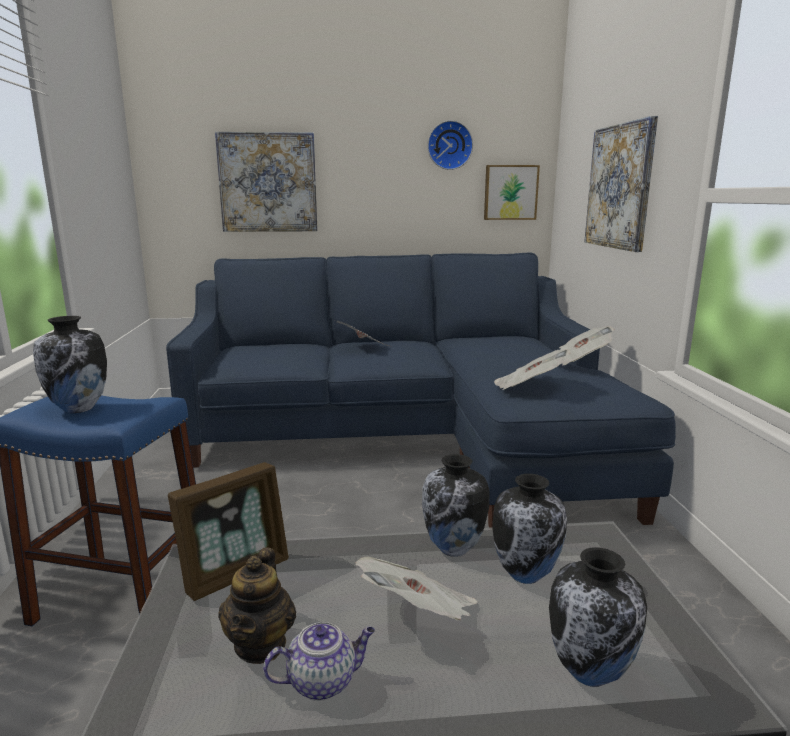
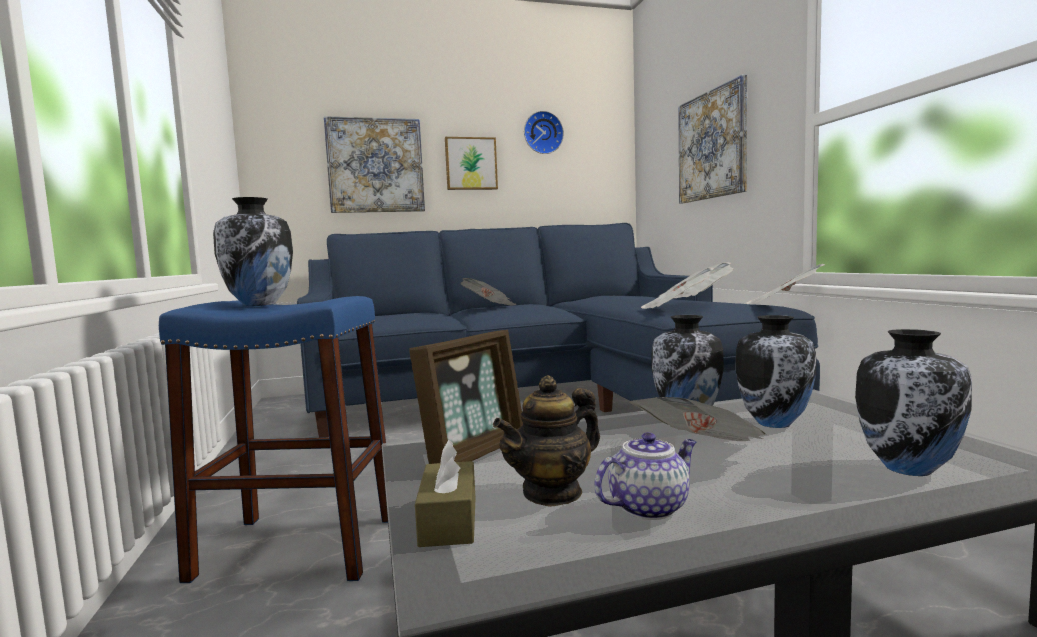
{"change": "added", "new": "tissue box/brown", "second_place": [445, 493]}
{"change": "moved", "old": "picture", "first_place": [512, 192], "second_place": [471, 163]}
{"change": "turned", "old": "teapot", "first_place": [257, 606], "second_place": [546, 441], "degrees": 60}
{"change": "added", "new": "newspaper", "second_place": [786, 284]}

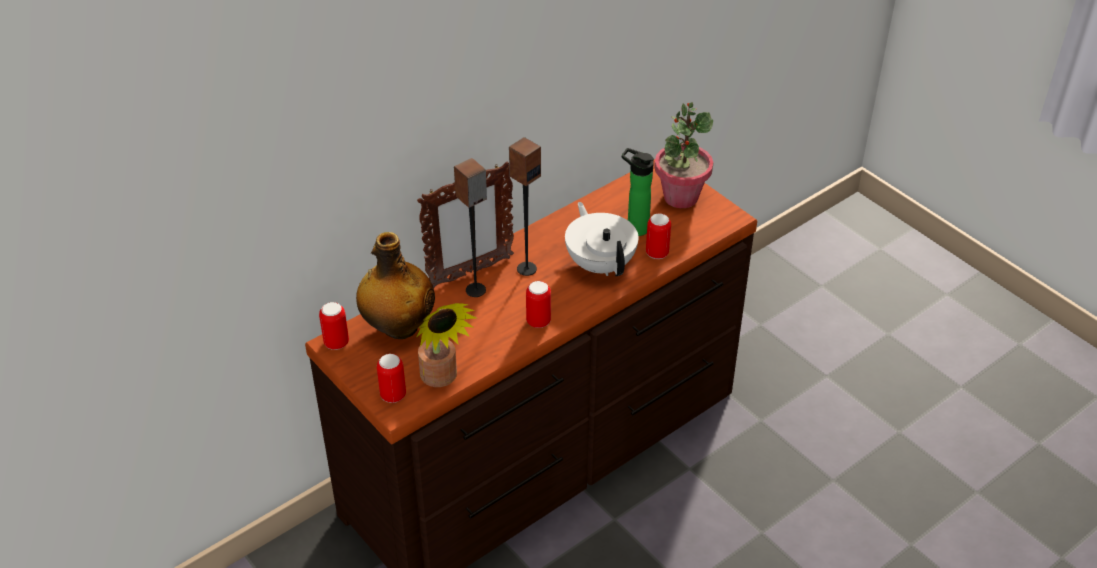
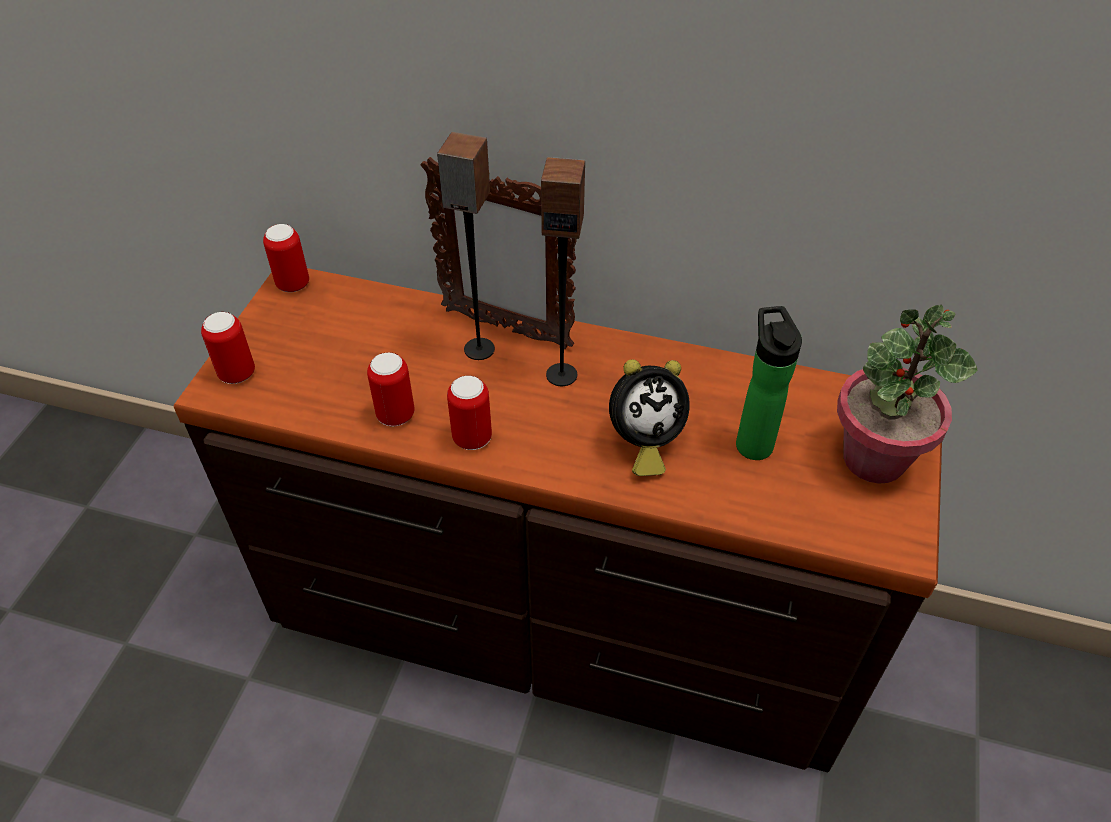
{"change": "moved", "old": "can", "first_place": [658, 236], "second_place": [391, 389]}
{"change": "replaced", "old": "teapot/white", "new": "alarm clock", "first_place": [601, 239], "second_place": [649, 417]}
{"change": "removed", "old": "bottle", "first_place": [395, 285]}
{"change": "removed", "old": "potted plant", "first_place": [446, 345]}

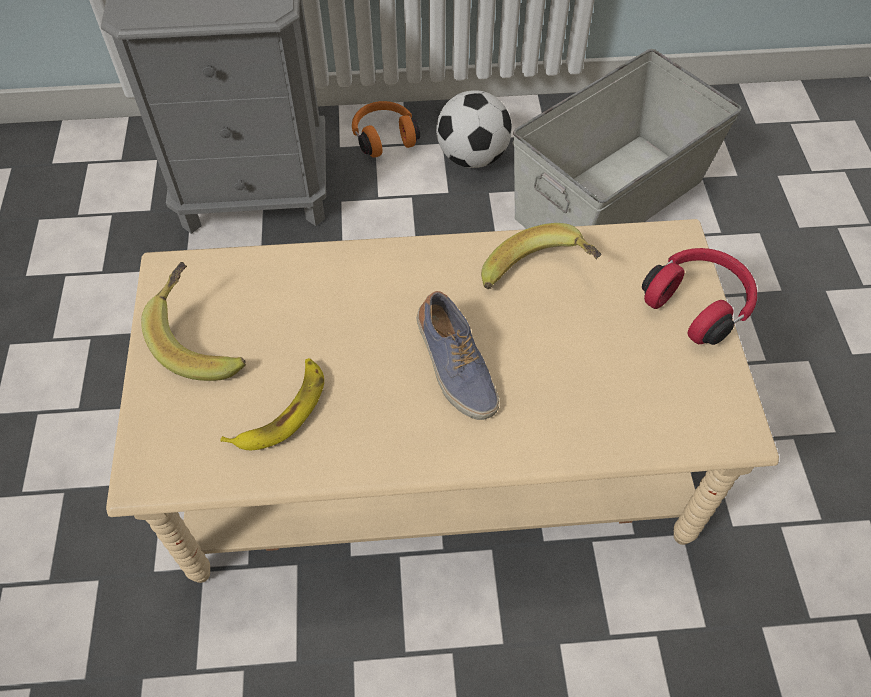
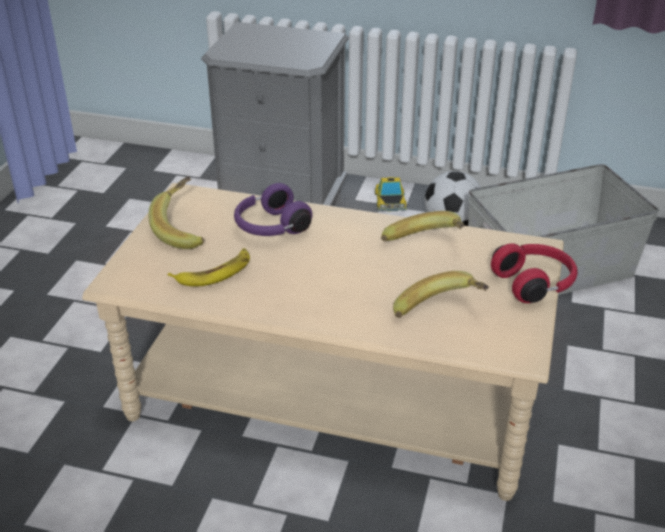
{"change": "added", "new": "headphones/purple", "second_place": [273, 209]}
{"change": "replaced", "old": "headphones/orange", "new": "toy car", "first_place": [386, 129], "second_place": [391, 194]}
{"change": "added", "new": "banana", "second_place": [441, 294]}
{"change": "removed", "old": "shoe", "first_place": [458, 355]}

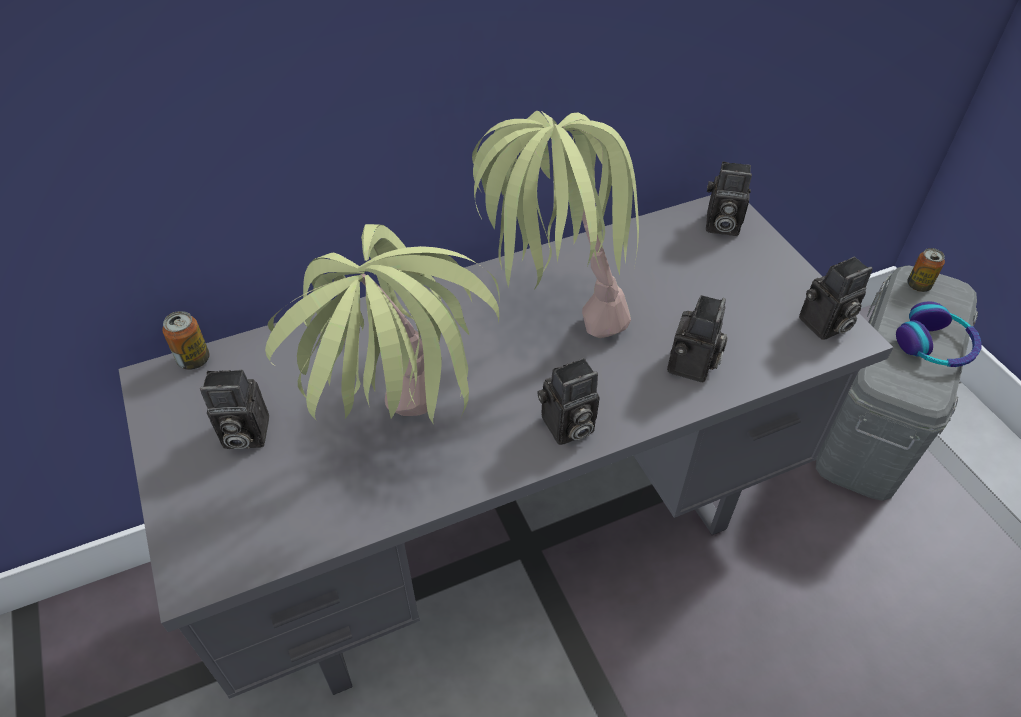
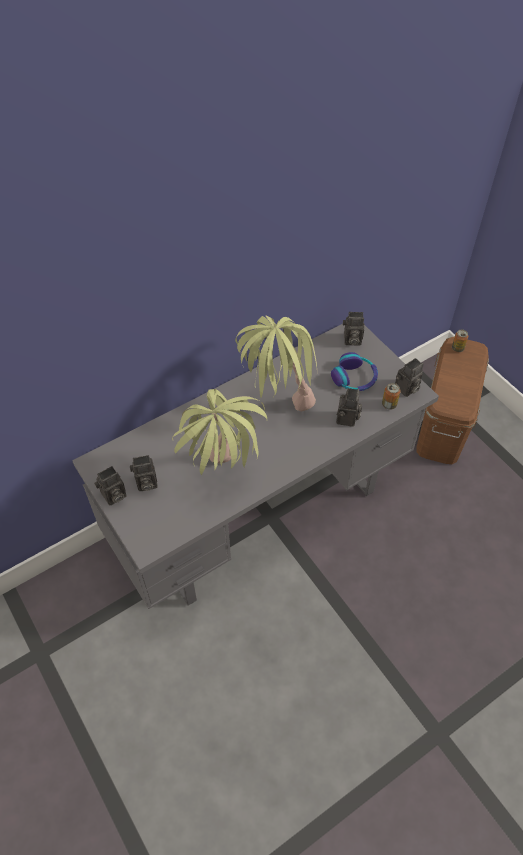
{"change": "moved", "old": "photo camera", "first_place": [569, 401], "second_place": [110, 485]}
{"change": "moved", "old": "headphones", "first_place": [939, 334], "second_place": [354, 371]}
{"change": "moved", "old": "can", "first_place": [186, 340], "second_place": [391, 396]}
{"change": "recoloured", "old": "storage box/grey", "new": "storage box/brown", "first_place": [897, 383], "second_place": [453, 400]}

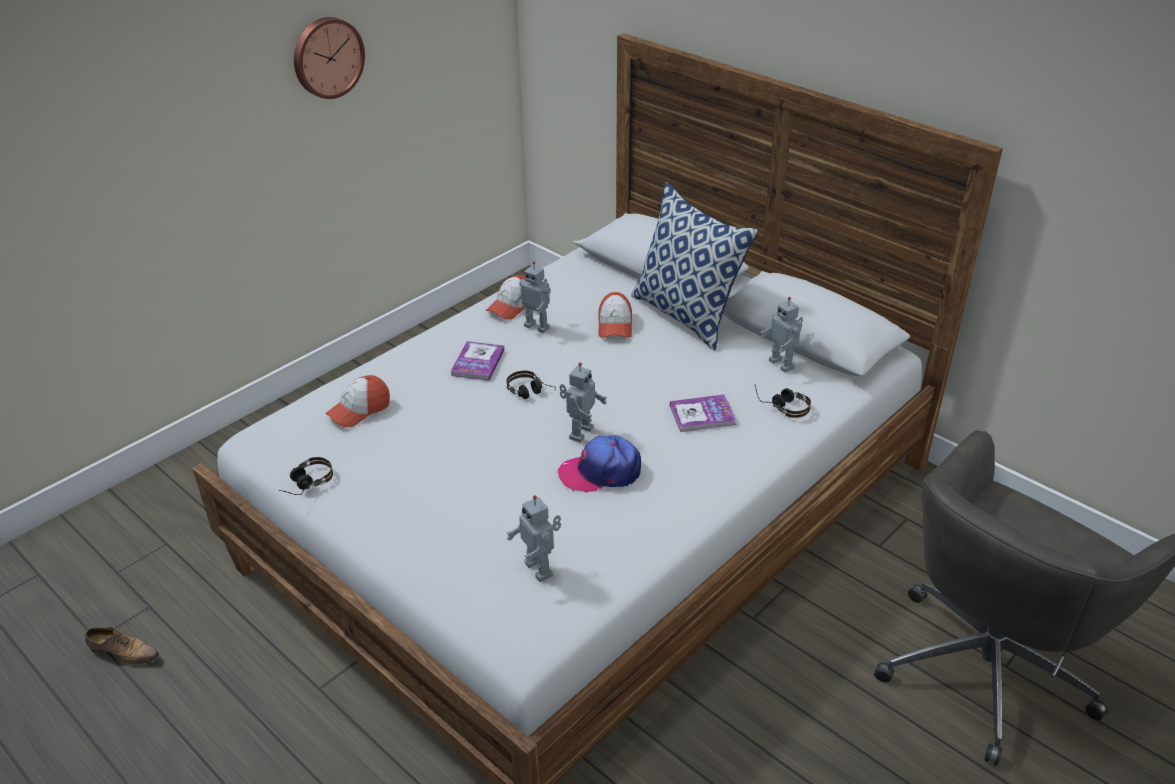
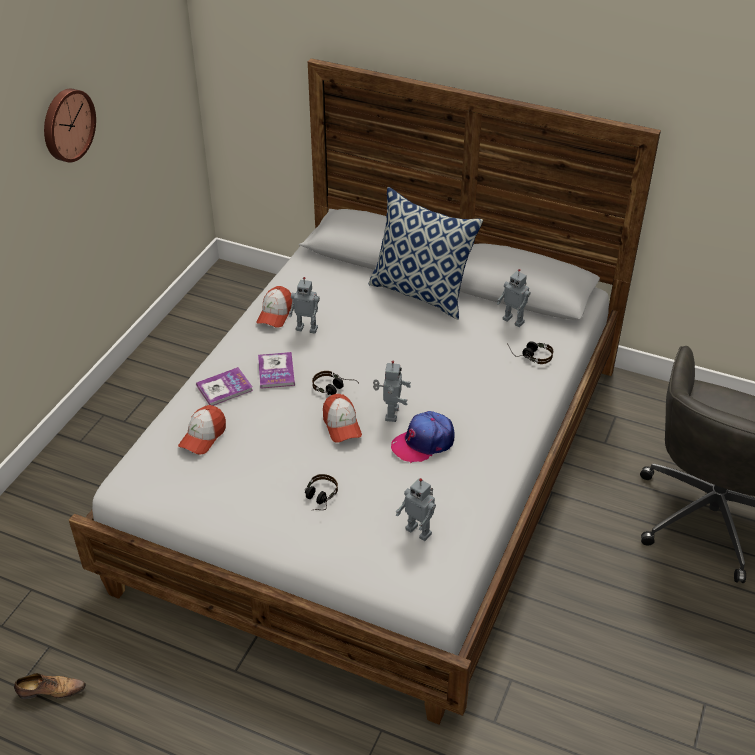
{"change": "moved", "old": "book", "first_place": [703, 413], "second_place": [224, 386]}
{"change": "moved", "old": "headphones", "first_place": [306, 476], "second_place": [321, 492]}
{"change": "moved", "old": "cap", "first_place": [615, 315], "second_place": [342, 418]}

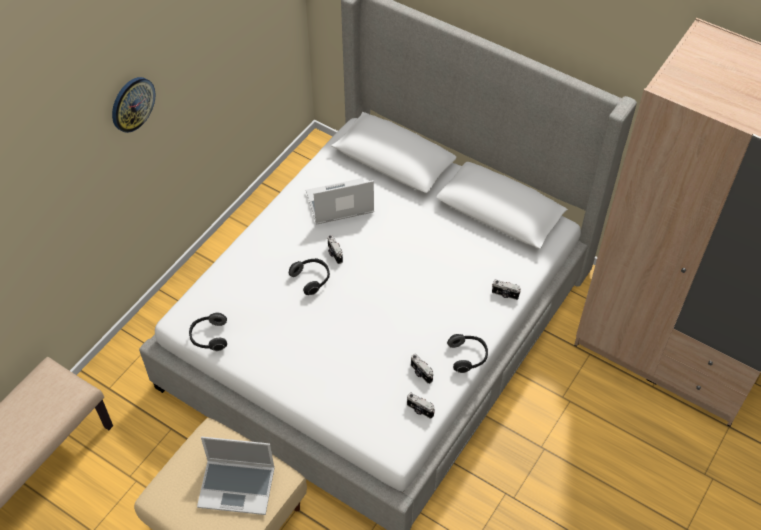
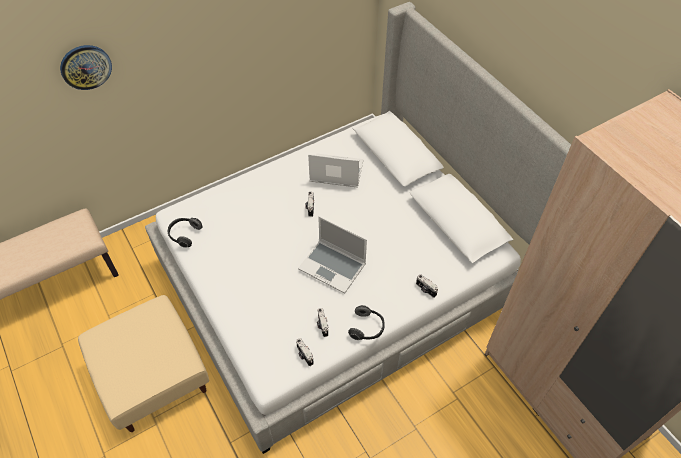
{"change": "moved", "old": "wall clock", "first_place": [133, 105], "second_place": [86, 67]}
{"change": "moved", "old": "laptop", "first_place": [236, 475], "second_place": [332, 255]}
{"change": "removed", "old": "headphones", "first_place": [309, 276]}

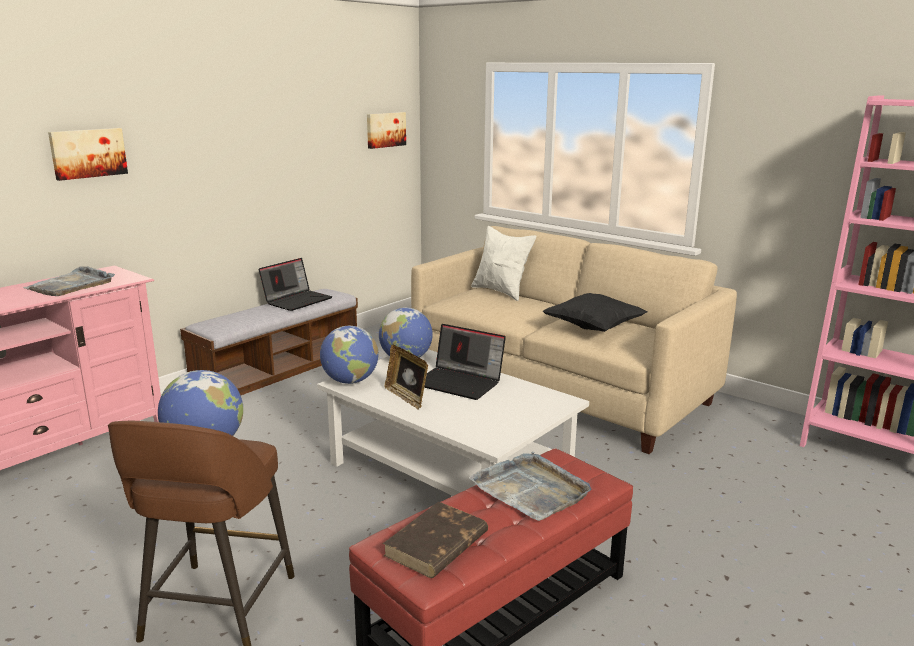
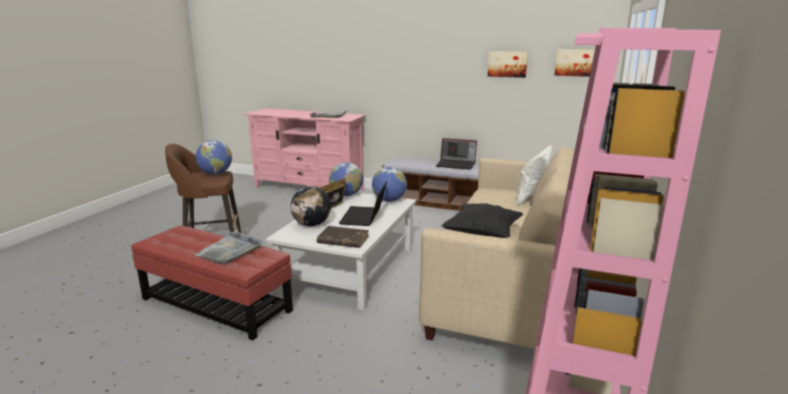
{"change": "added", "new": "globe", "second_place": [311, 206]}
{"change": "moved", "old": "book/brown", "first_place": [435, 539], "second_place": [343, 237]}
{"change": "moved", "old": "picture", "first_place": [88, 154], "second_place": [508, 64]}

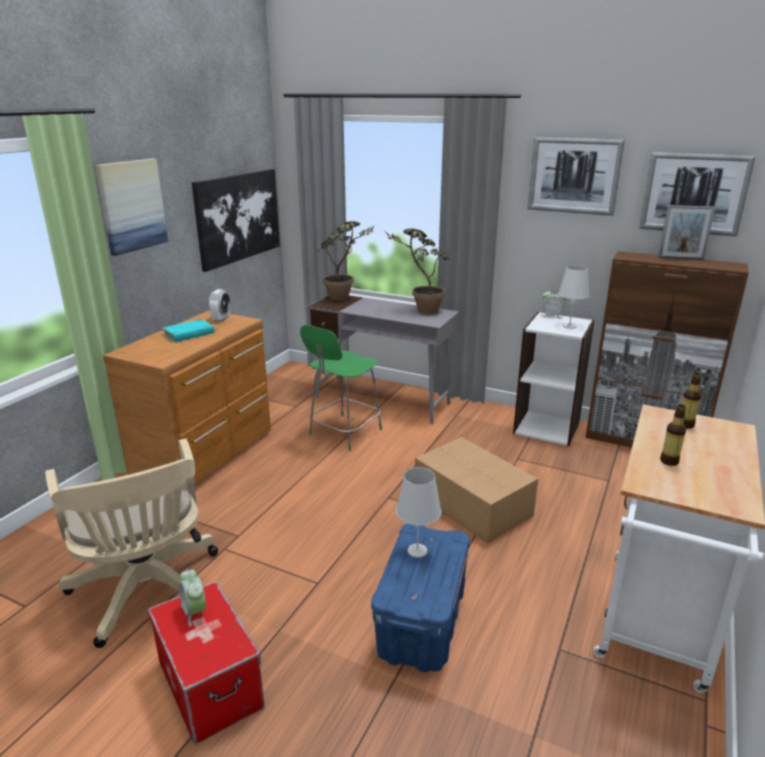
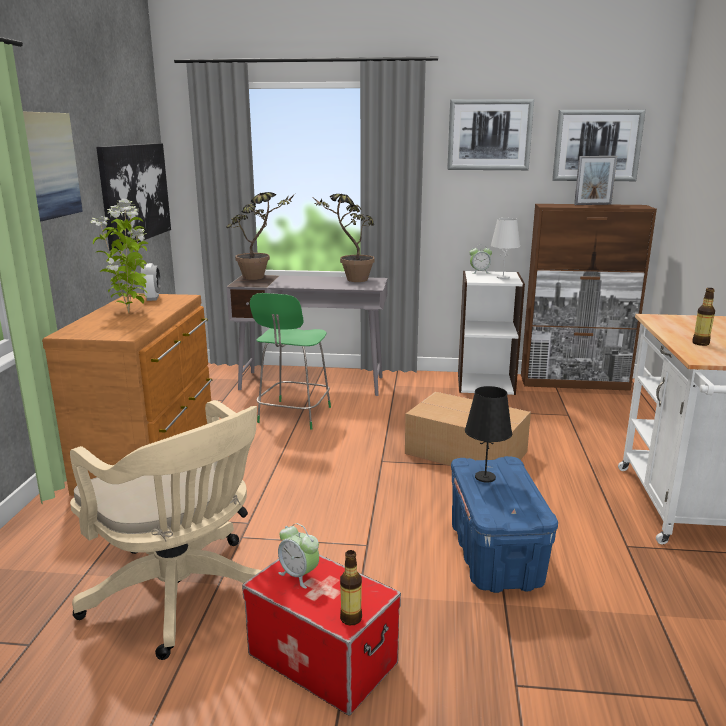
{"change": "replaced", "old": "book/turquoise", "new": "potted plant", "first_place": [189, 330], "second_place": [120, 256]}
{"change": "moved", "old": "bottle", "first_place": [691, 401], "second_place": [351, 587]}
{"change": "recoloured", "old": "table lamp/white", "new": "table lamp/black", "first_place": [419, 512], "second_place": [488, 434]}

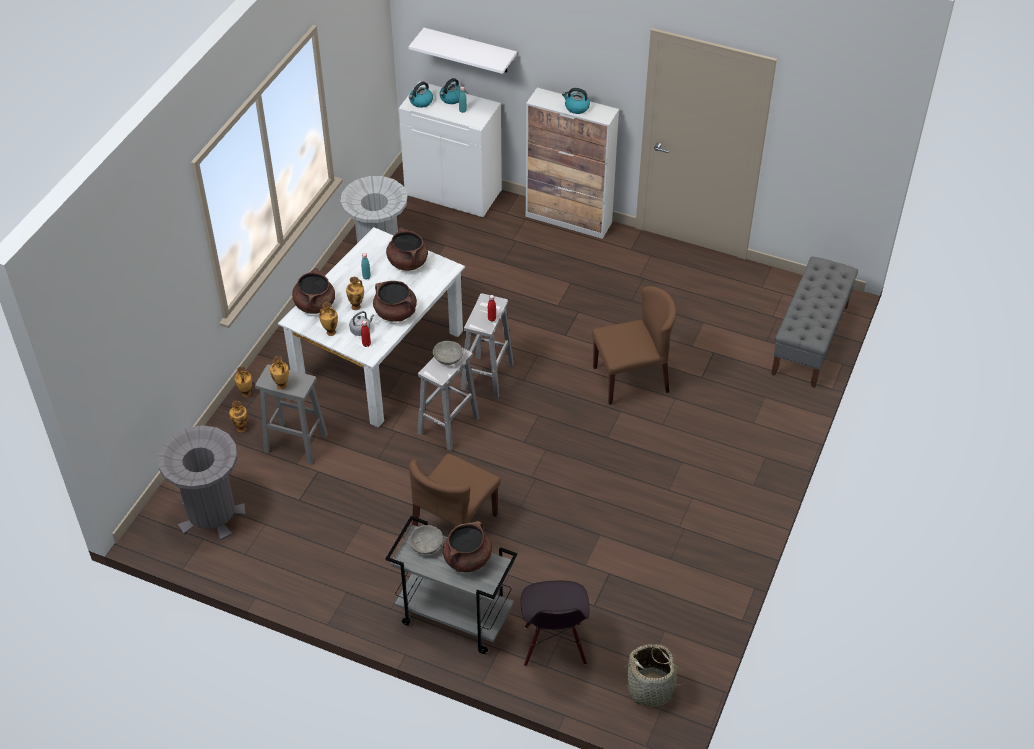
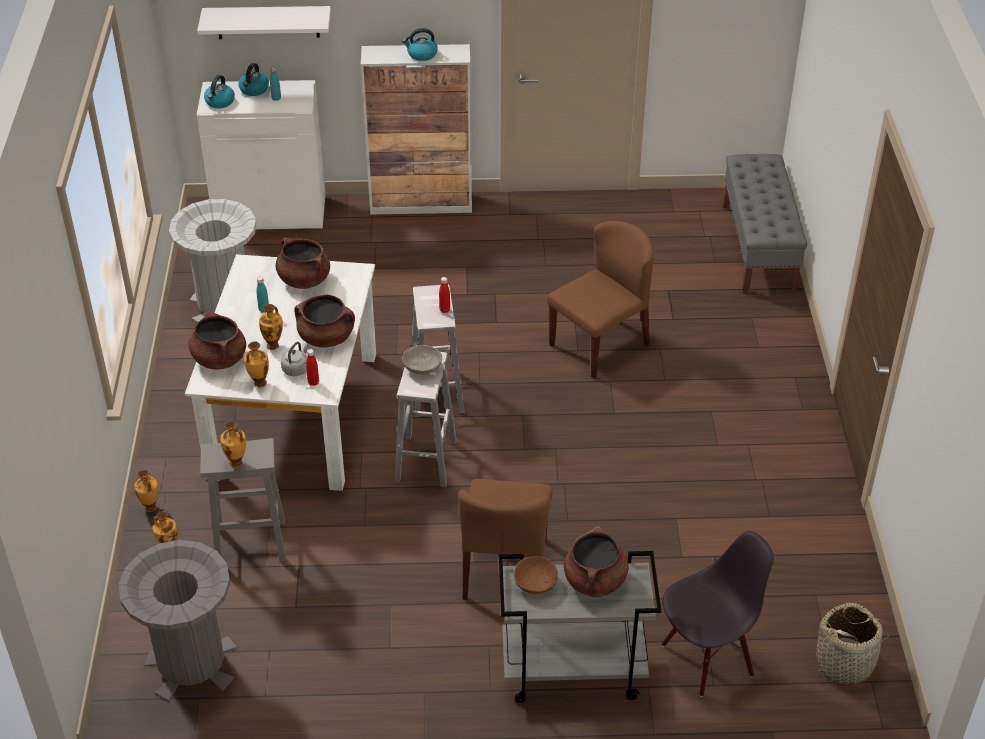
{"change": "recoloured", "old": "bowl/grey", "new": "bowl/brown", "first_place": [426, 539], "second_place": [536, 575]}
{"change": "turned", "old": "chair/black", "first_place": [555, 624], "second_place": [717, 614], "degrees": -90}

